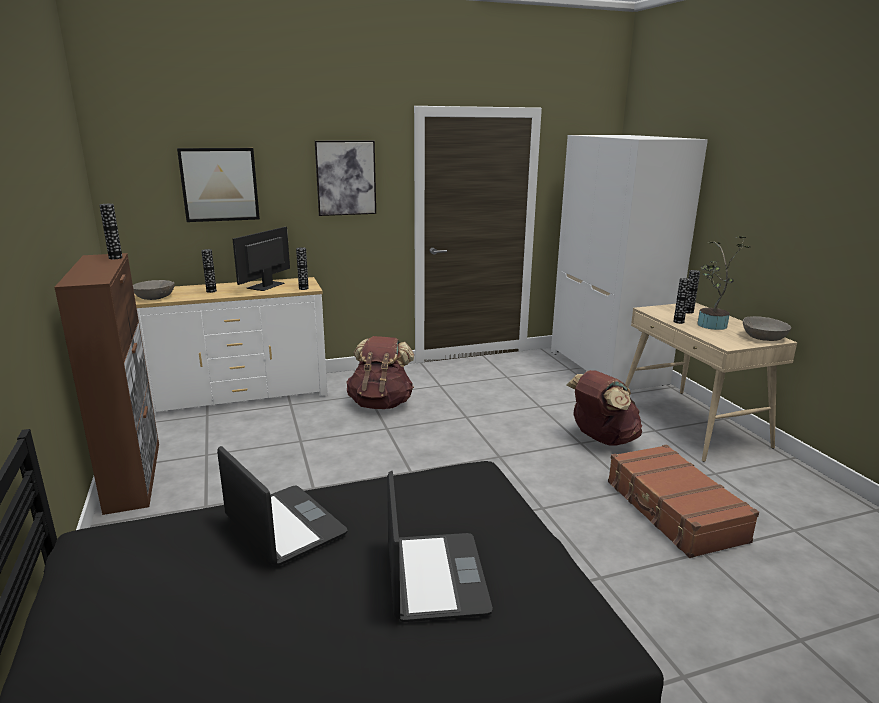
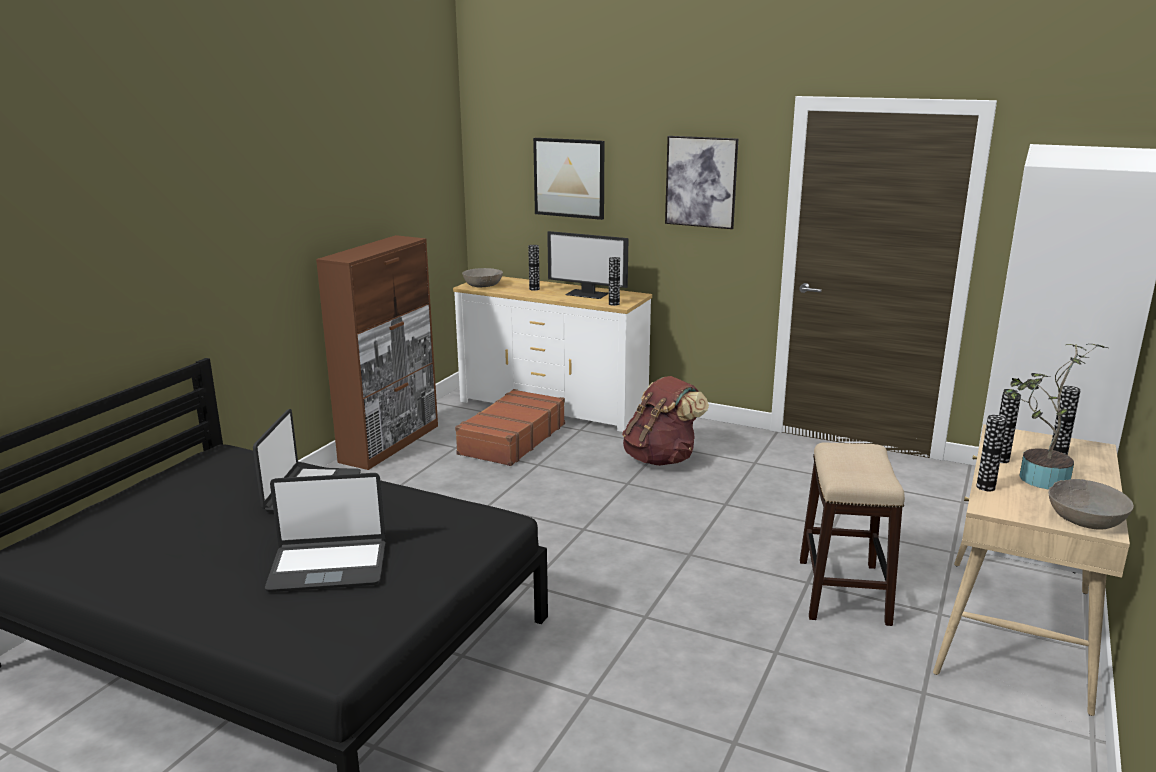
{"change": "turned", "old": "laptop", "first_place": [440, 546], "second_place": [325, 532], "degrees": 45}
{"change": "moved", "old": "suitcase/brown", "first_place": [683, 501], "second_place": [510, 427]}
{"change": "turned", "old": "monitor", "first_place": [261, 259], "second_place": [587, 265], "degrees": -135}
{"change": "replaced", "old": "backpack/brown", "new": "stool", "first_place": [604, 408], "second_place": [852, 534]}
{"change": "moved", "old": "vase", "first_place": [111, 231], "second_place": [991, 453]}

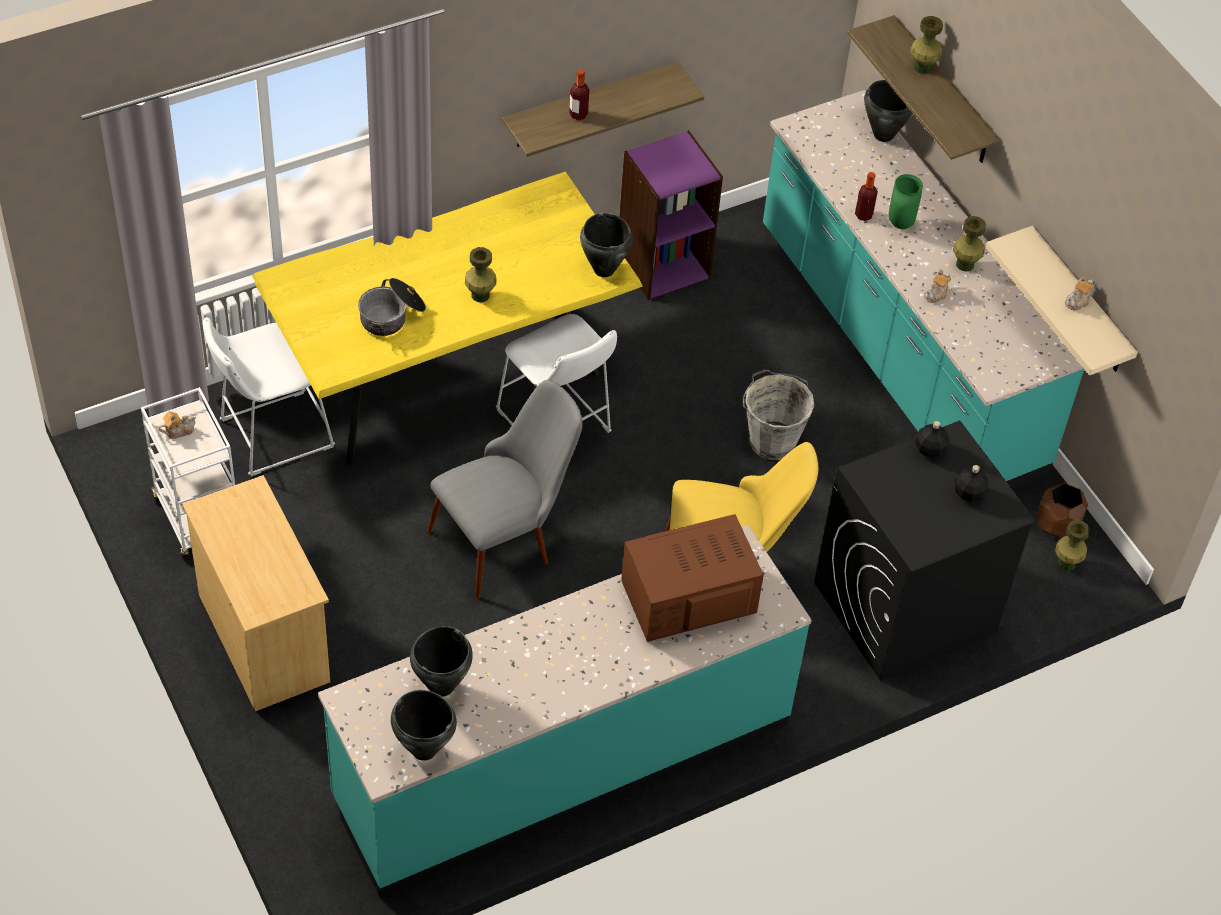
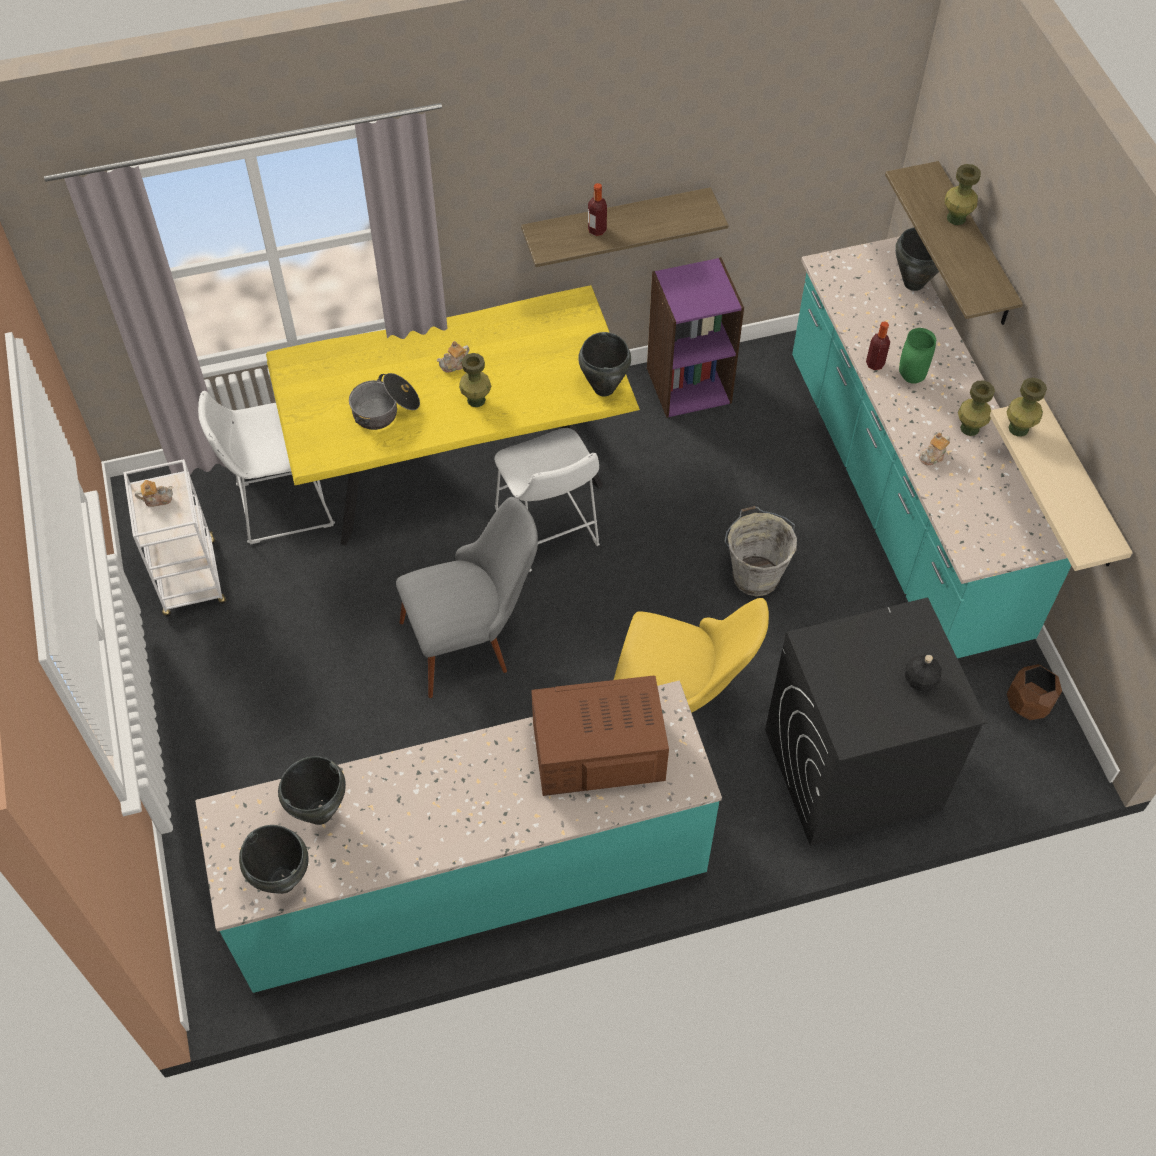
{"change": "moved", "old": "teapot", "first_place": [1079, 293], "second_place": [453, 357]}
{"change": "moved", "old": "vase/green", "first_place": [1072, 545], "second_place": [1026, 407]}
{"change": "removed", "old": "dresser/beige", "first_place": [256, 593]}
{"change": "removed", "old": "bottle/black", "first_place": [932, 439]}

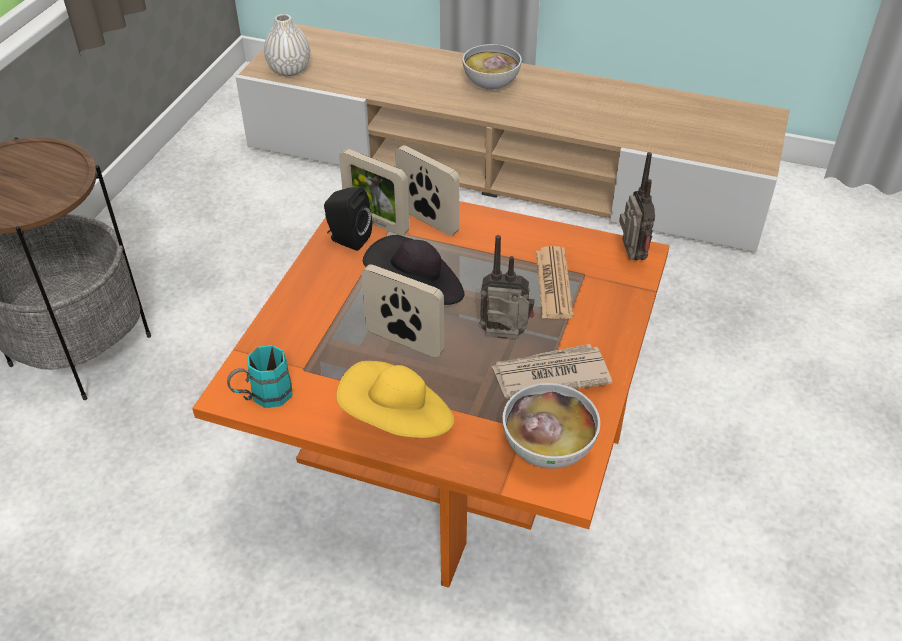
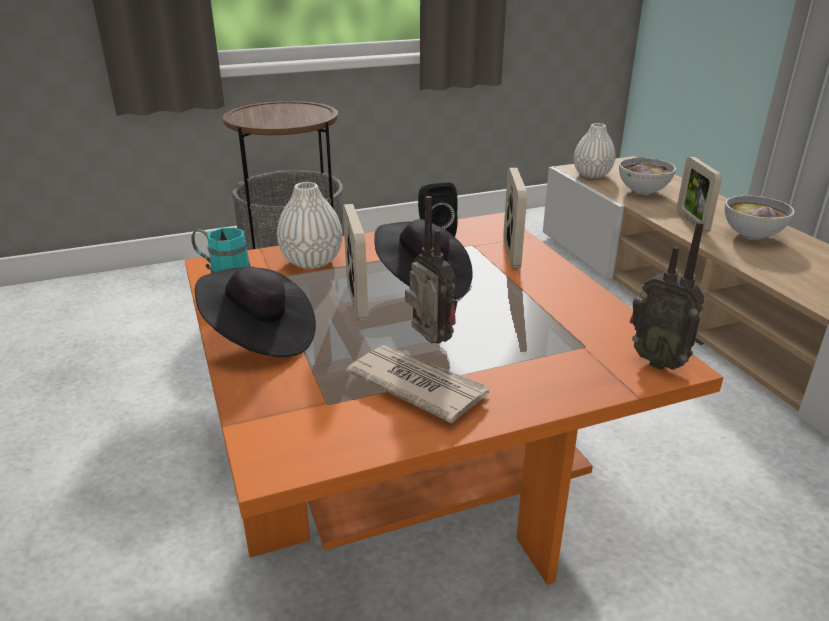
{"change": "recoloured", "old": "hat/yellow", "new": "hat/black", "first_place": [395, 399], "second_place": [255, 311]}
{"change": "added", "new": "vase/white", "second_place": [309, 225]}
{"change": "moved", "old": "bowl", "first_place": [551, 426], "second_place": [647, 176]}
{"change": "turned", "old": "radio", "first_place": [637, 206], "second_place": [667, 296], "degrees": 90}
{"change": "moved", "old": "picture frame", "first_place": [374, 192], "second_place": [699, 195]}
{"change": "removed", "old": "newspaper", "first_place": [554, 282]}

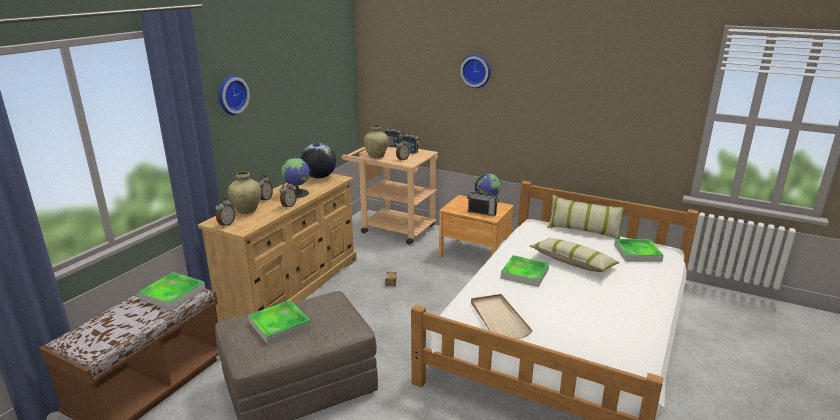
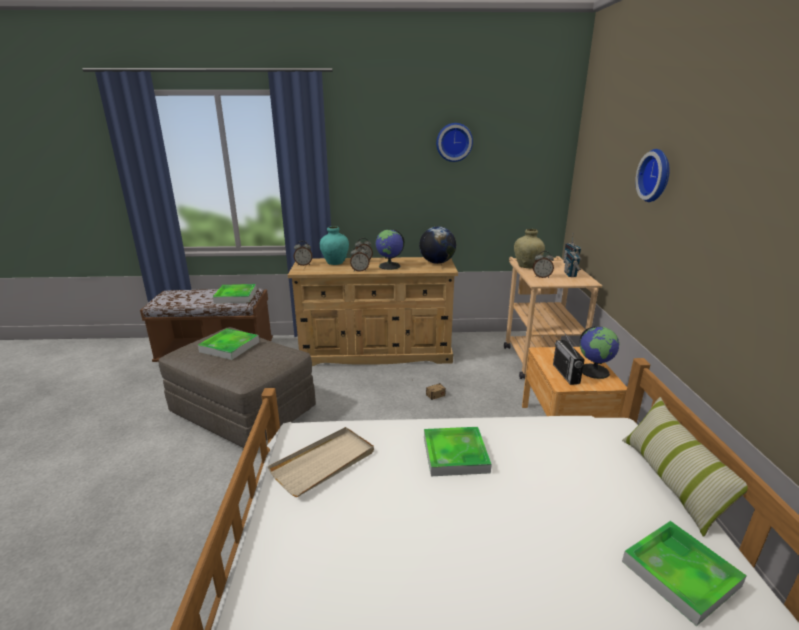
{"change": "recoloured", "old": "vase/beige", "new": "vase/turquoise", "first_place": [244, 193], "second_place": [334, 245]}
{"change": "moved", "old": "wall clock", "first_place": [234, 95], "second_place": [454, 142]}
{"change": "removed", "old": "pillow", "first_place": [575, 255]}

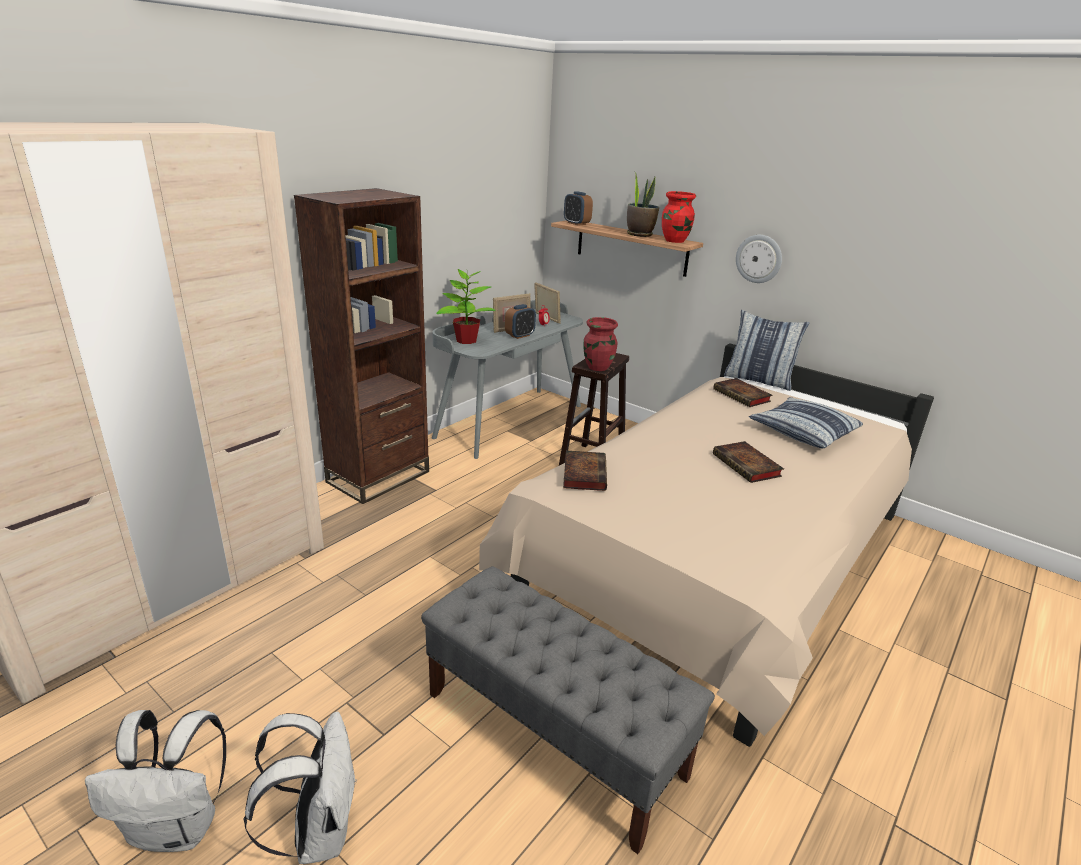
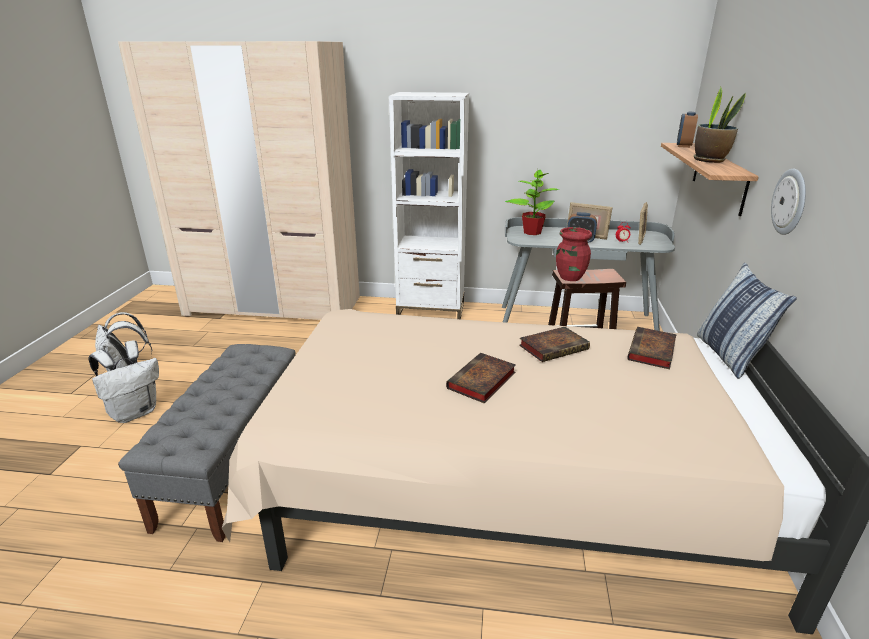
{"change": "recoloured", "old": "bookcase/brown", "new": "bookcase/white", "first_place": [361, 346], "second_place": [429, 205]}
{"change": "moved", "old": "book", "first_place": [585, 471], "second_place": [554, 344]}
{"change": "removed", "old": "vase/red", "first_place": [679, 217]}
{"change": "removed", "old": "pillow", "first_place": [806, 422]}

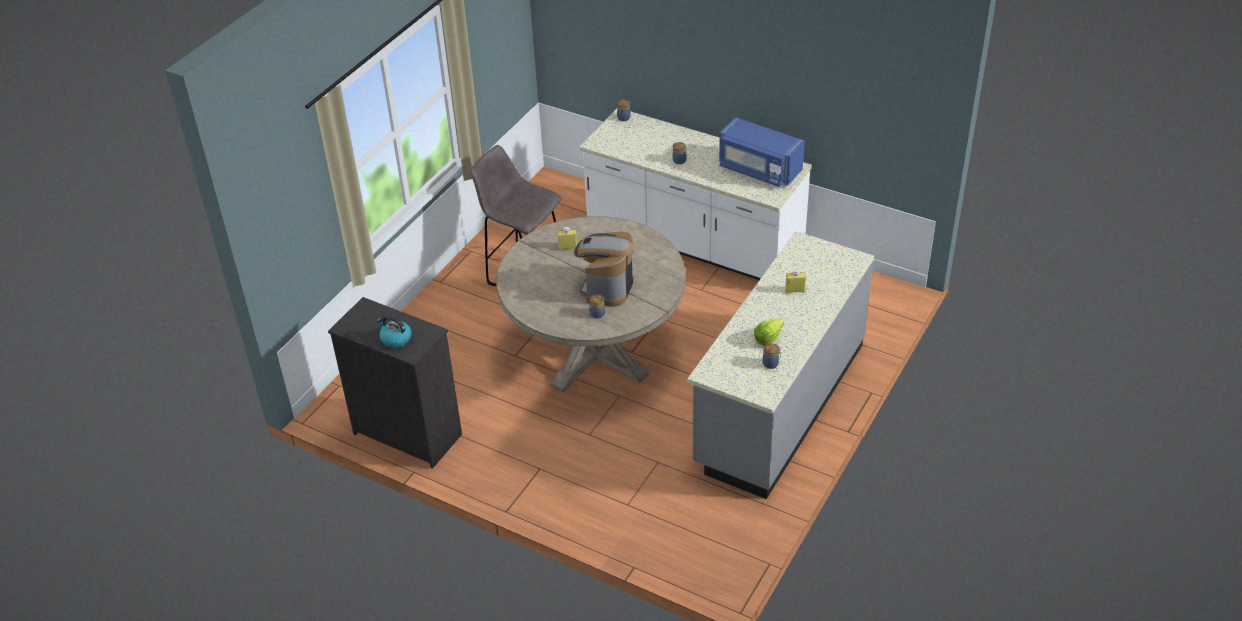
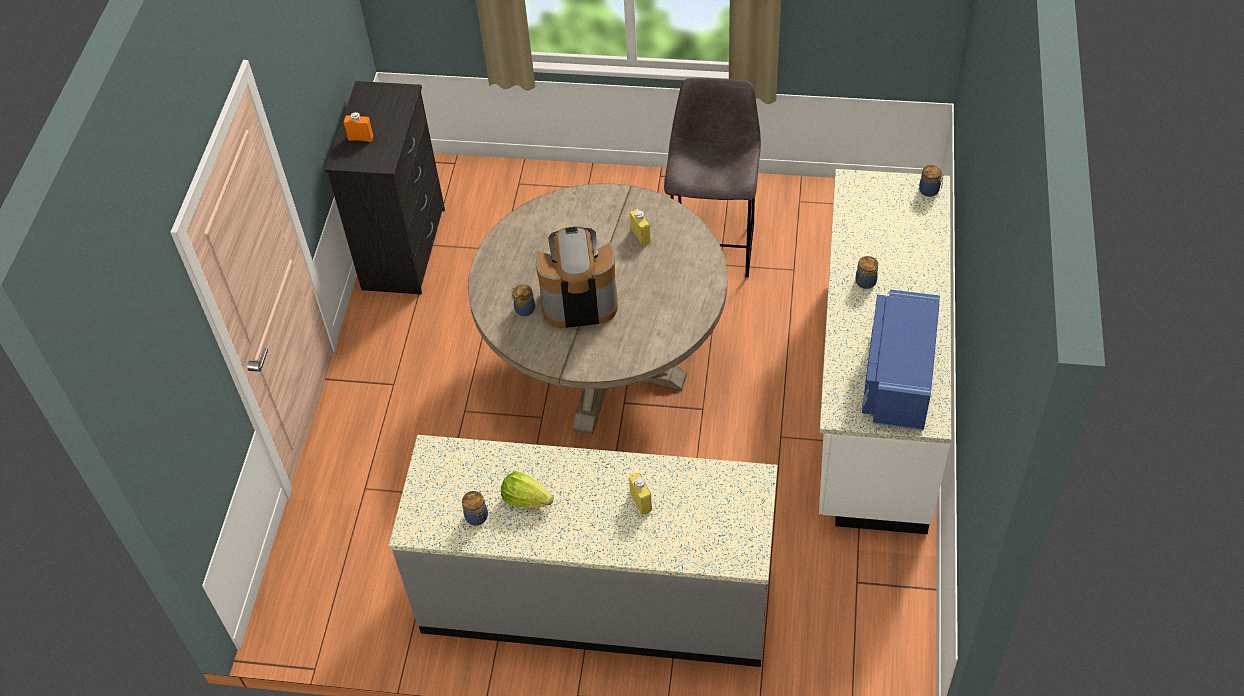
{"change": "replaced", "old": "kettle", "new": "bottle/orange", "first_place": [394, 331], "second_place": [358, 127]}

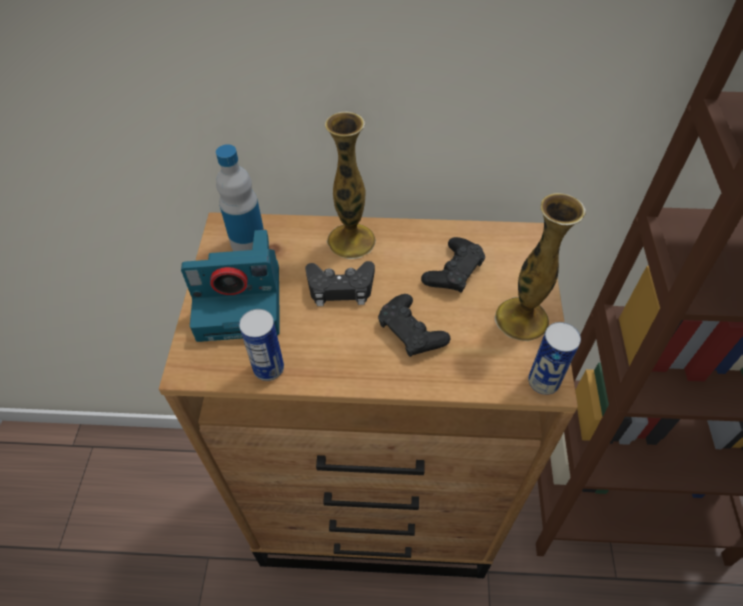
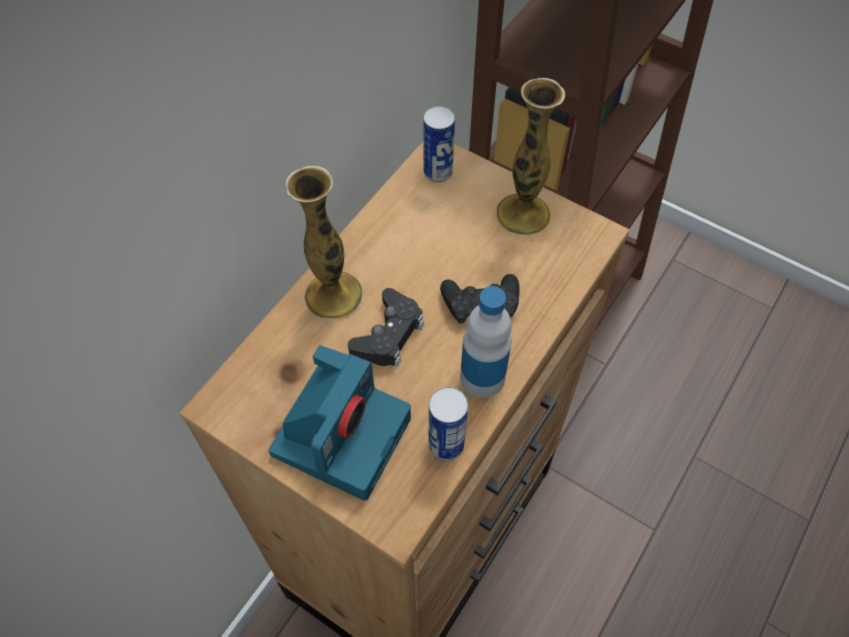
{"change": "moved", "old": "can", "first_place": [554, 358], "second_place": [439, 144]}
{"change": "moved", "old": "bottle", "first_place": [240, 197], "second_place": [486, 342]}
{"change": "removed", "old": "game controller/black", "first_place": [453, 265]}

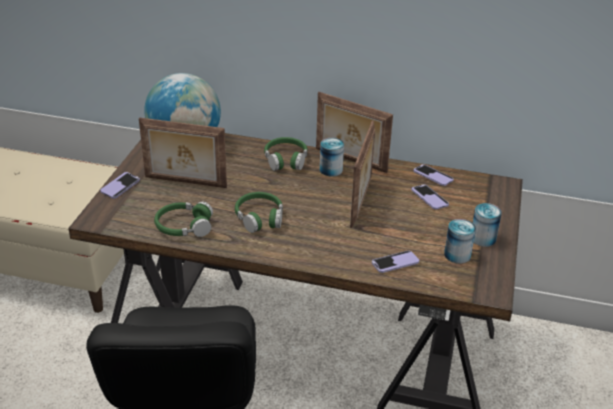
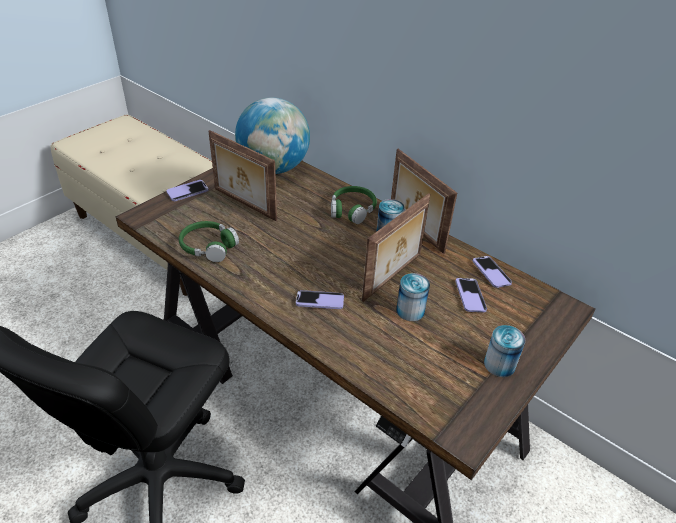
{"change": "moved", "old": "phone", "first_place": [395, 262], "second_place": [320, 299]}
{"change": "moved", "old": "can", "first_place": [460, 241], "second_place": [413, 297]}
{"change": "removed", "old": "headphones/green", "first_place": [259, 212]}

